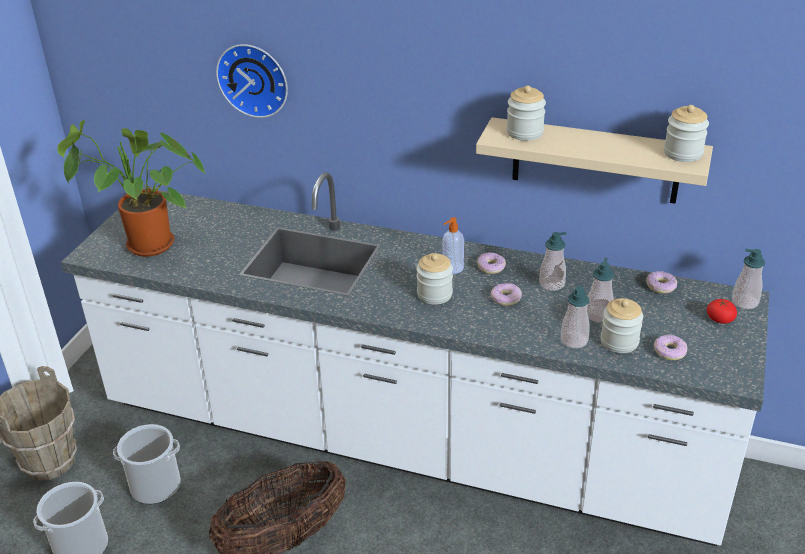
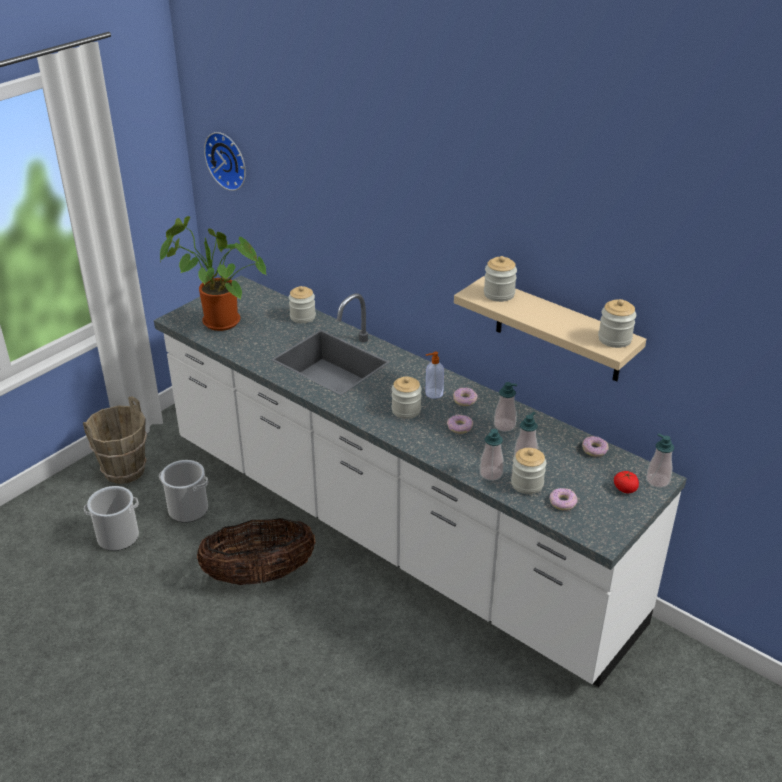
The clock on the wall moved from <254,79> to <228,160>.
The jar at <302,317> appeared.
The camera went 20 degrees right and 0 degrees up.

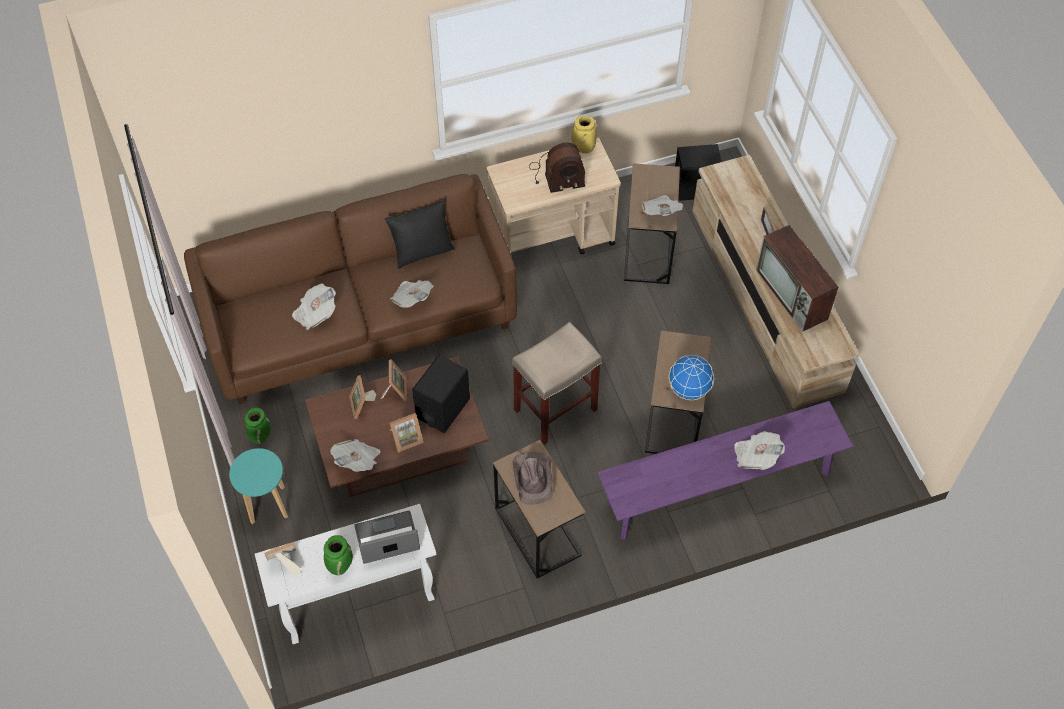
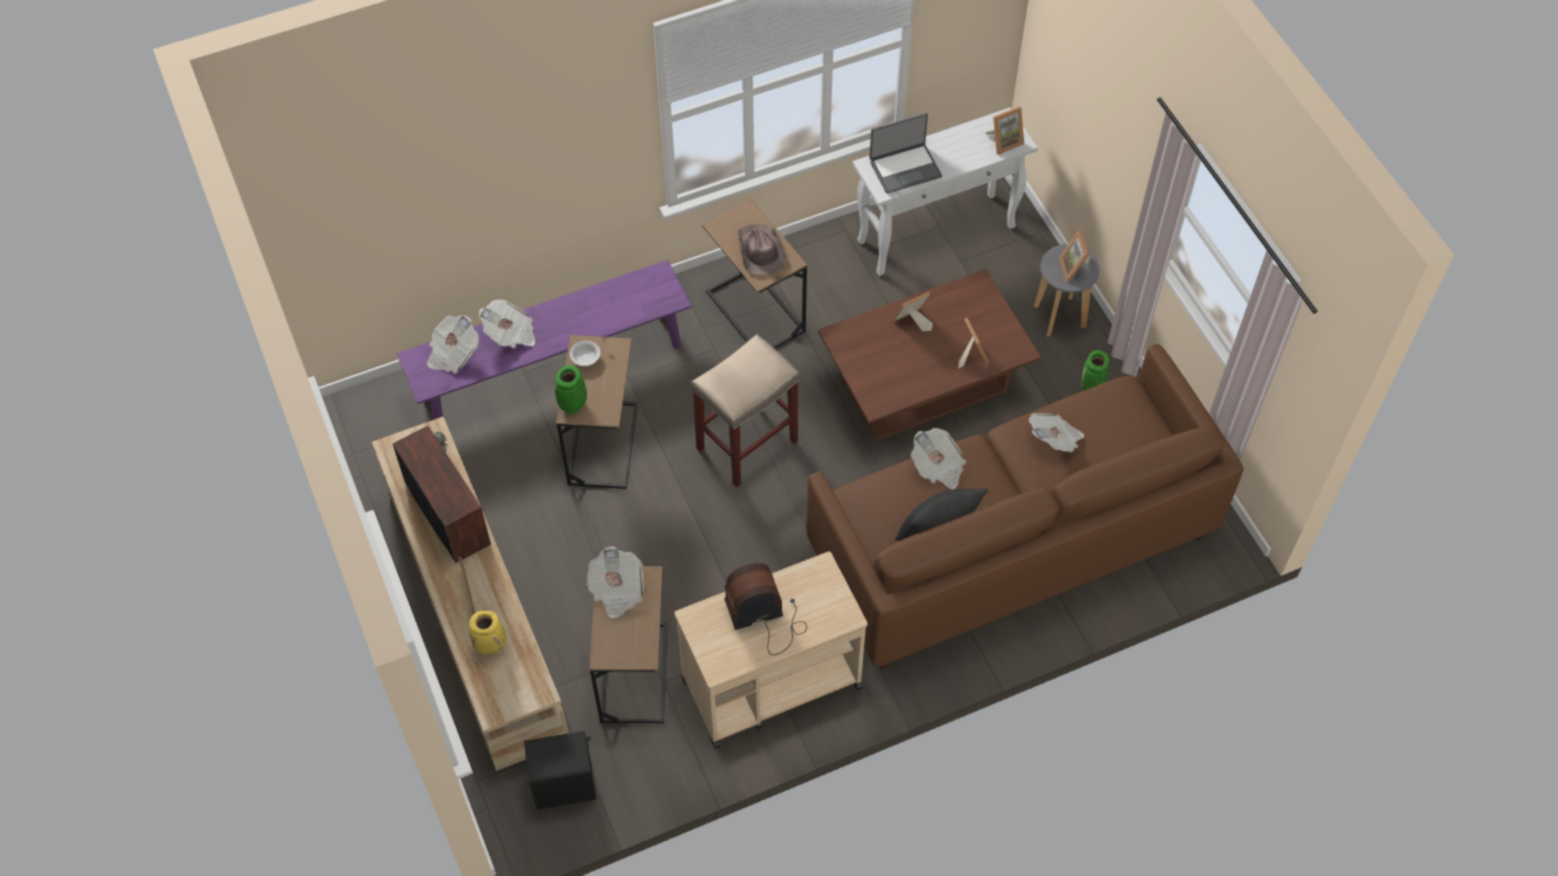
The yellow-coloured decorative vase moved from <583,149> to <492,646>.
The blackish speaker at <443,408> disappeared.
The globe at <689,389> was replaced by the white-coloured serving bowl at <585,357>.
The standing frame moved from <395,389> to <1075,268>.
The printed paper moved from <358,461> to <453,353>.
The turquoise-coloured stool seat at <267,505> became the grey stool seat at <1059,317>.
The green decorative vase moved from <340,565> to <573,406>.
The camera went 175 degrees right and 0 degrees up.

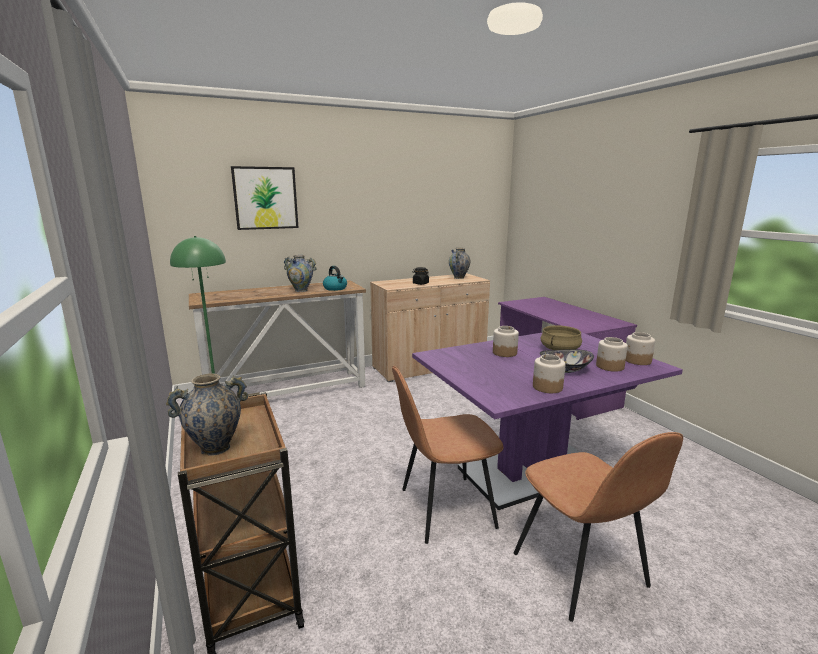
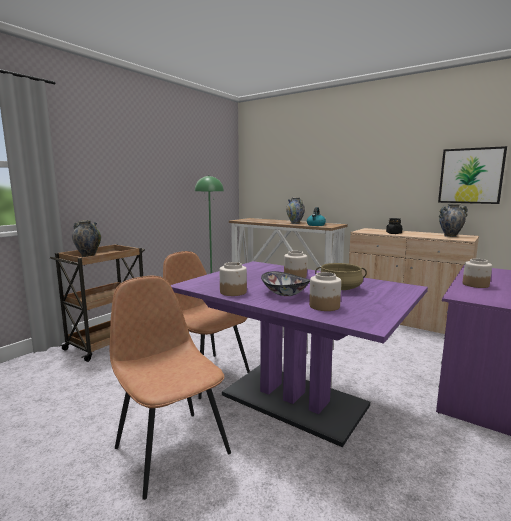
The wall art moved from <265,198> to <471,176>.
The jar moved from <637,360> to <475,284>.
The brown upright chair at <581,572> turned 105 degrees clockwise.
The camera went 60 degrees right and 5 degrees down.

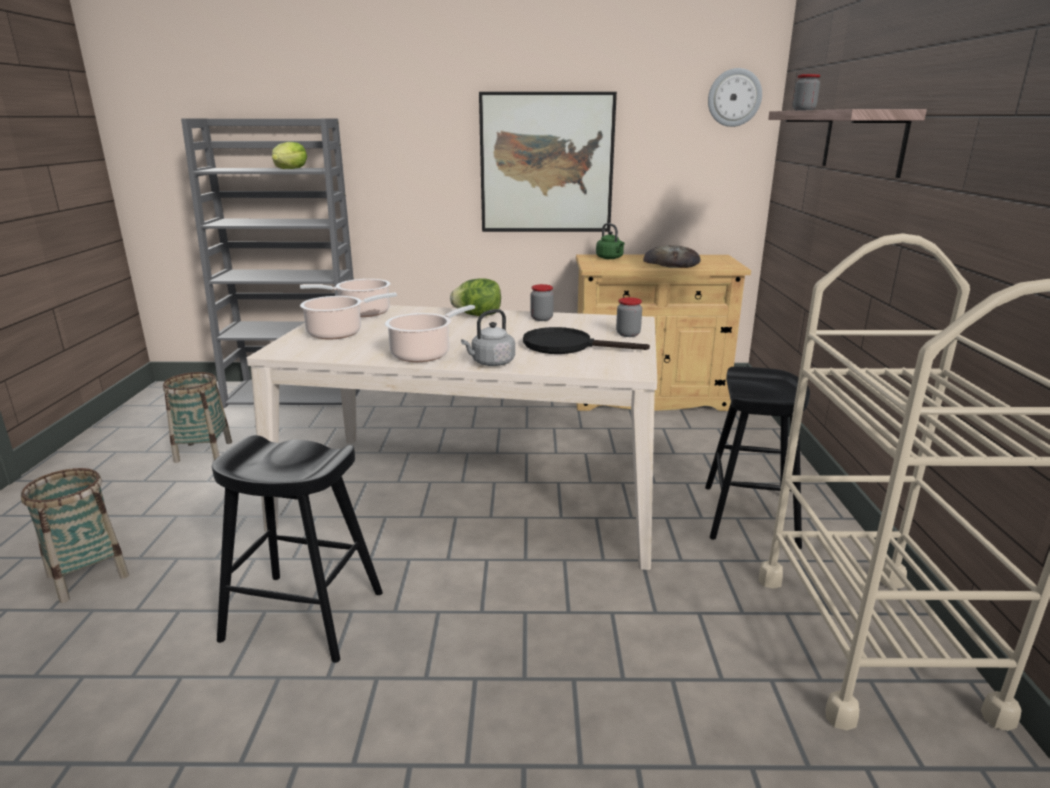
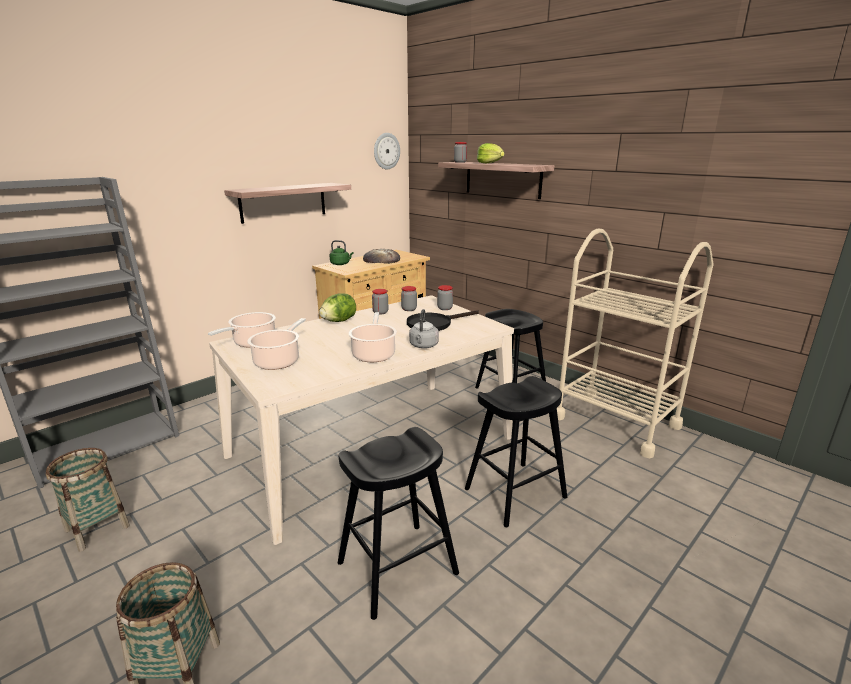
The wall art at <546,163> was replaced by the wall shelf at <283,202>.
The head of lettuce moved from <290,169> to <490,163>.
The jar at <409,309> appeared.
The blackish stool seat at <515,493> appeared.
The camera went 45 degrees left and 0 degrees up.

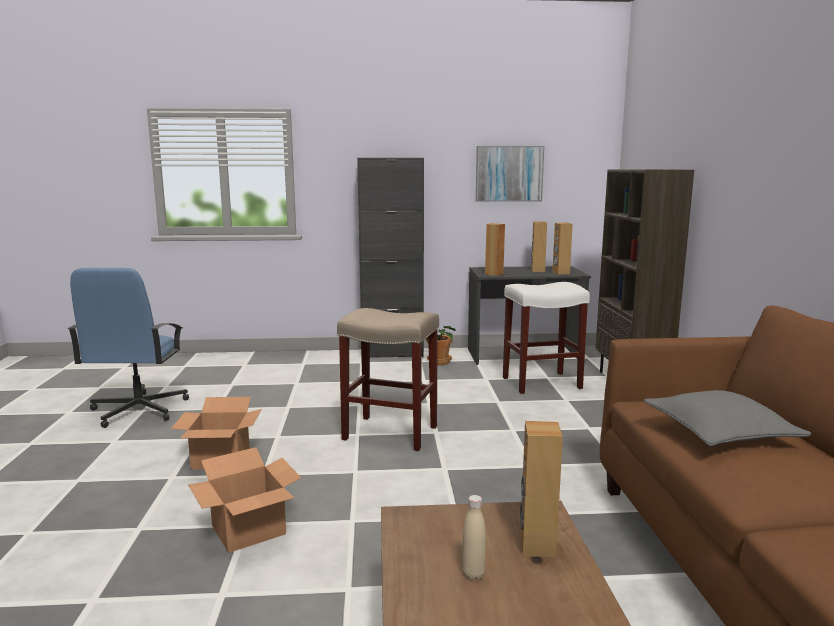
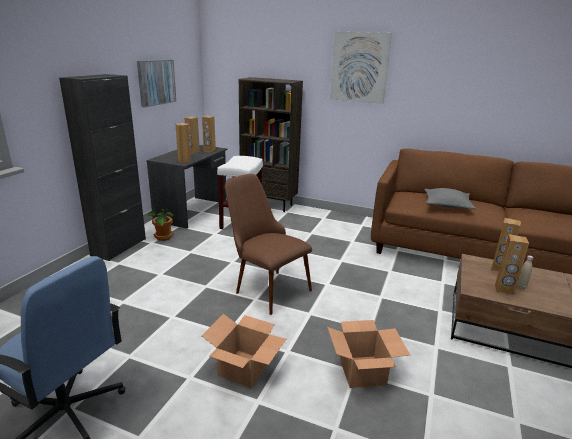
The sand-coloured stool seat at <391,433> was replaced by the brown upright chair at <265,286>.
The wall art at <359,67> appeared.
The brown speaker at <504,289> appeared.
The camera went 65 degrees left and 10 degrees up.

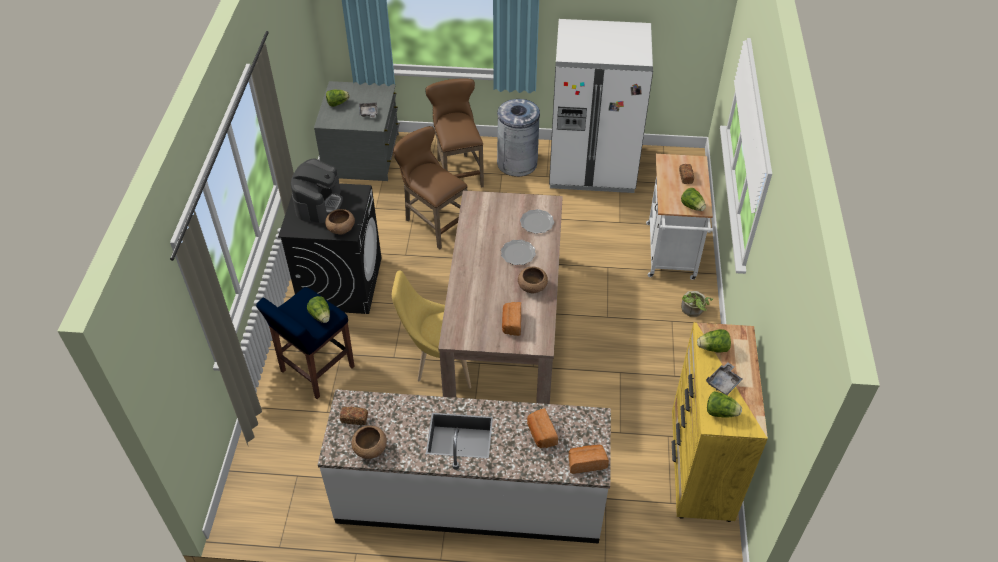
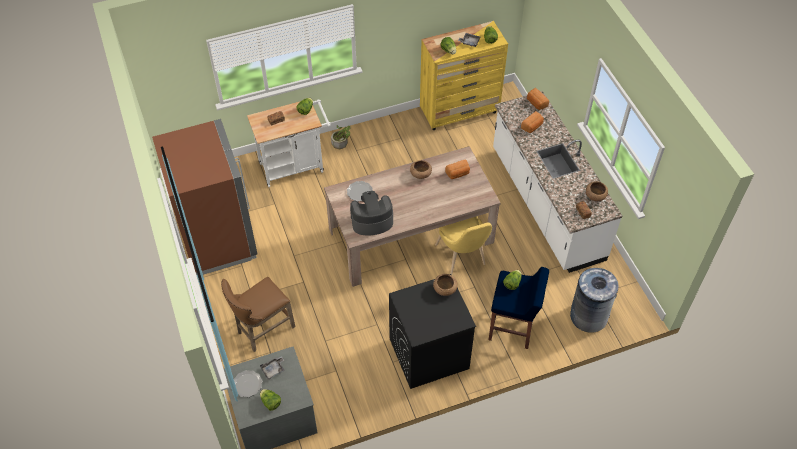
The white-coloured refrigerator at <592,168> became the brown refrigerator at <218,239>.
The grey trash can moved from <517,163> to <588,316>.
The brown stool seat at <433,223> disappeared.
The coffee maker moved from <318,203> to <371,221>.
The plate moved from <518,254> to <247,384>.
The camera went 115 degrees left and 5 degrees up.

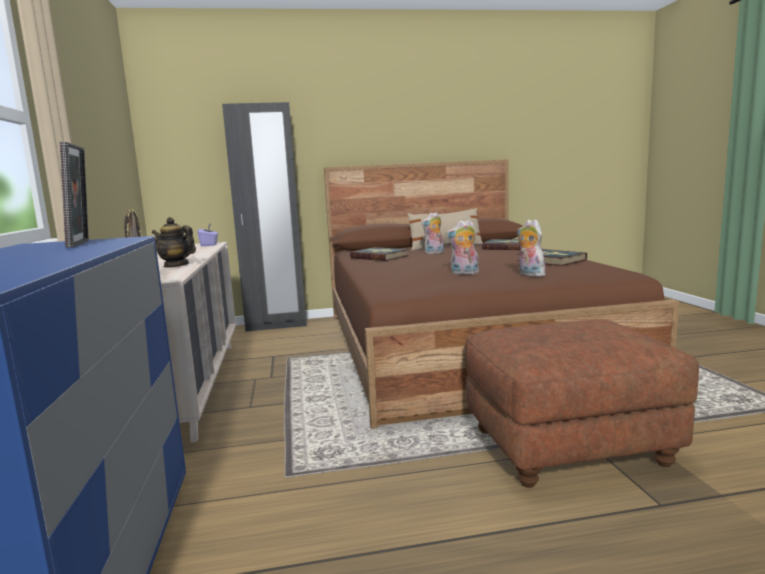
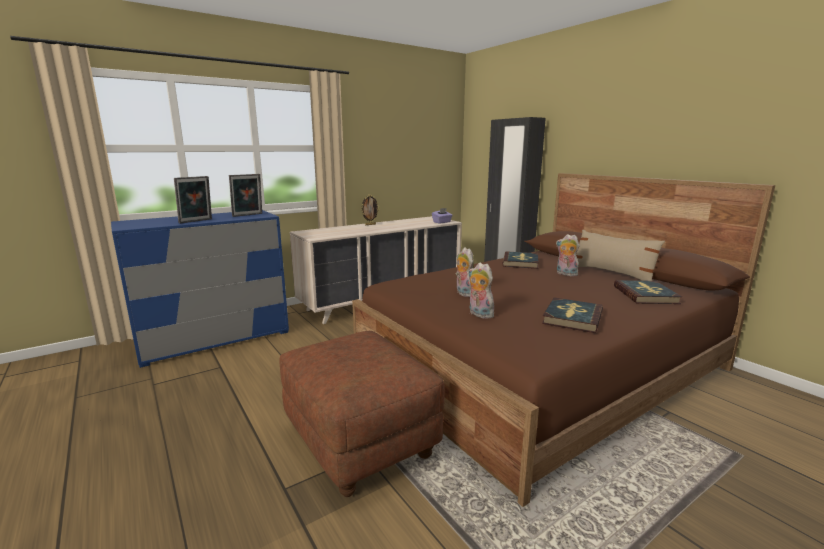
The teapot at <176,265> disappeared.
The cuddly toy at <529,275> turned 75 degrees counterclockwise.
The standing frame at <196,221> appeared.
The camera went 65 degrees right and 5 degrees up.

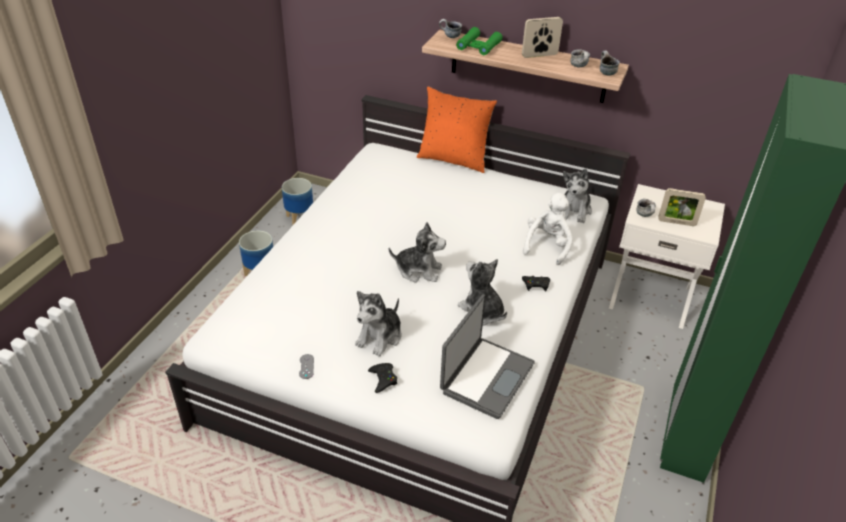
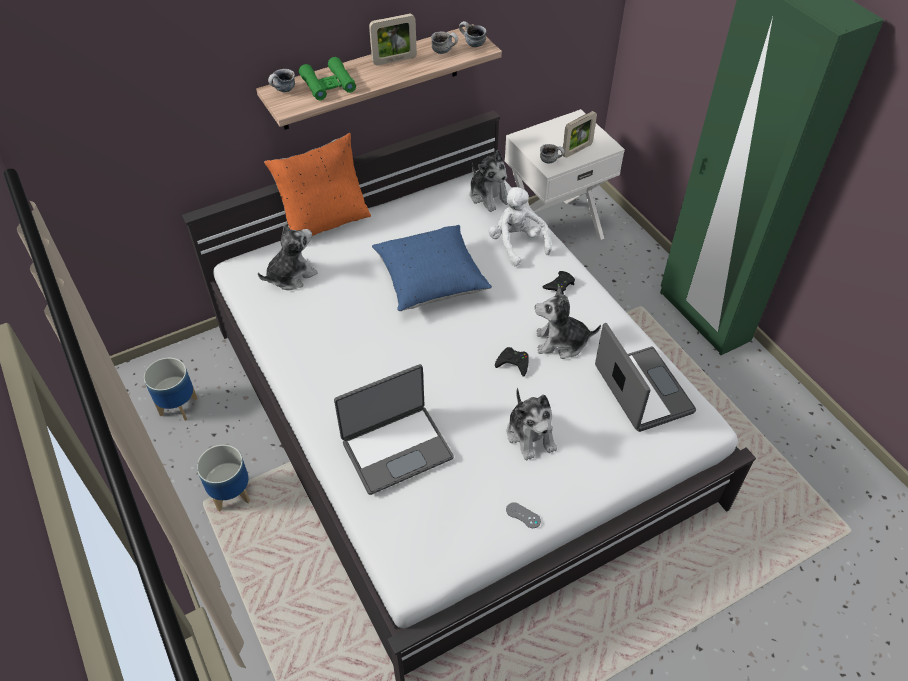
The standing frame at <539,55> turned 135 degrees counterclockwise.
The cuddly toy moved from <418,270> to <291,276>.
The blackish gamepad moved from <383,379> to <513,363>.
The blue-coloured cushion at <430,281> appeared.
The notebook computer at <396,448> appeared.
The camera went 50 degrees left and 10 degrees up.

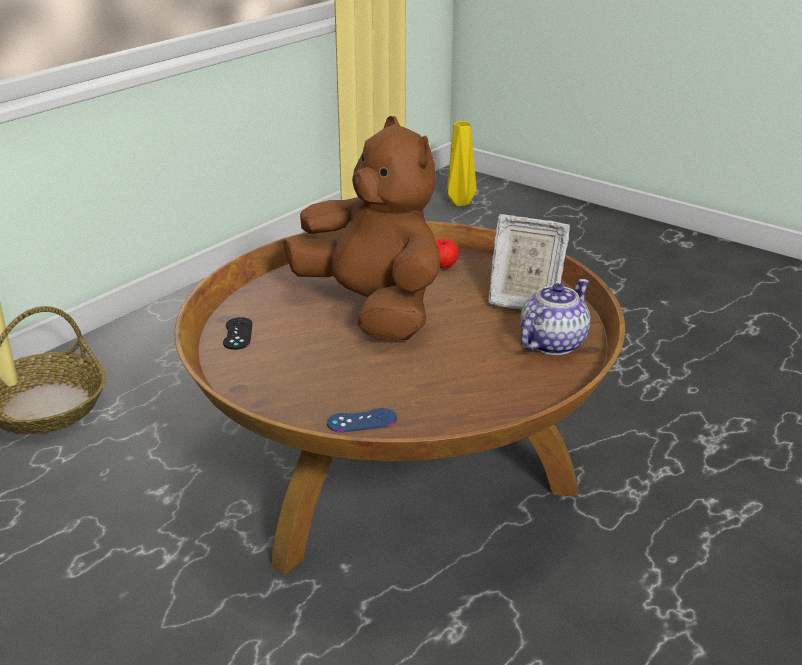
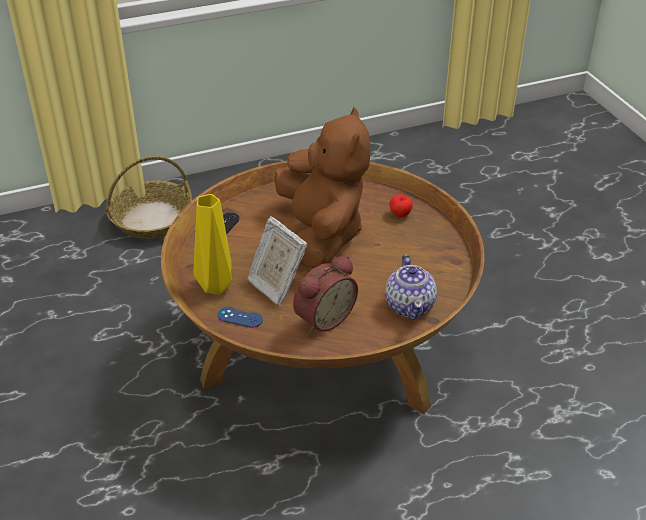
The yellow-coloured decorative vase moved from <459,203> to <214,287>.
The standing frame moved from <523,301> to <276,286>.
The teapot at <551,343> turned 105 degrees clockwise.
The alarm clock at <322,318> appeared.
The camera went 30 degrees right and 10 degrees up.

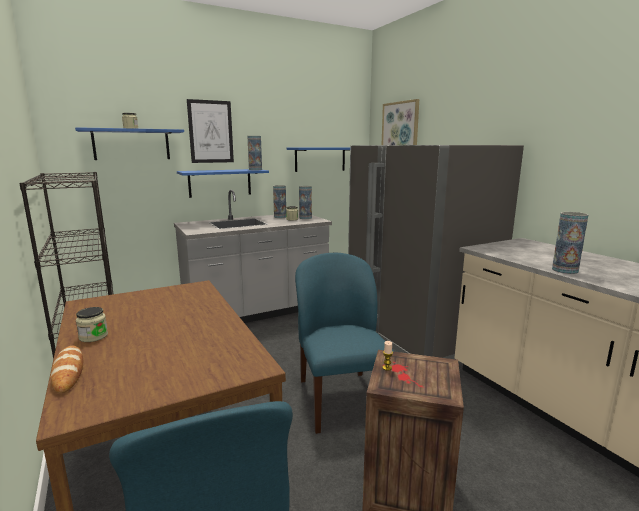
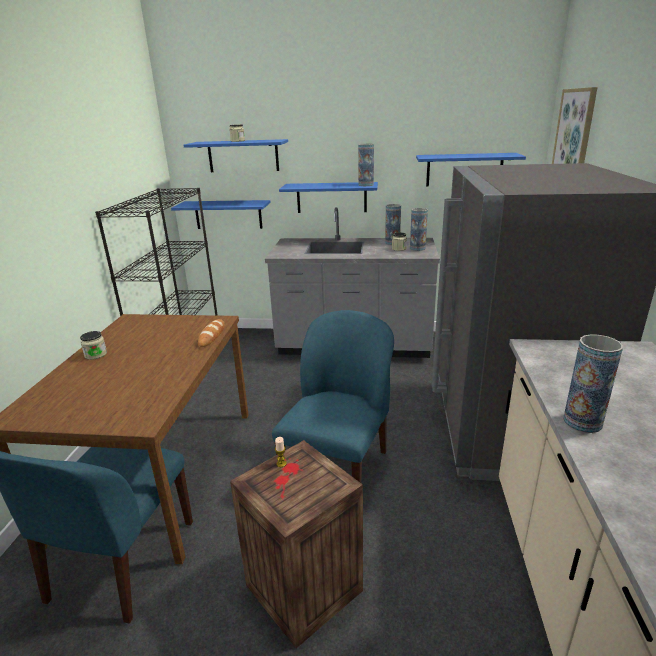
The wall art at <211,132> disappeared.
The bread moved from <68,372> to <212,335>.
The blue-coloured wall shelf at <228,214> appeared.
The camera went 35 degrees right and 10 degrees up.

